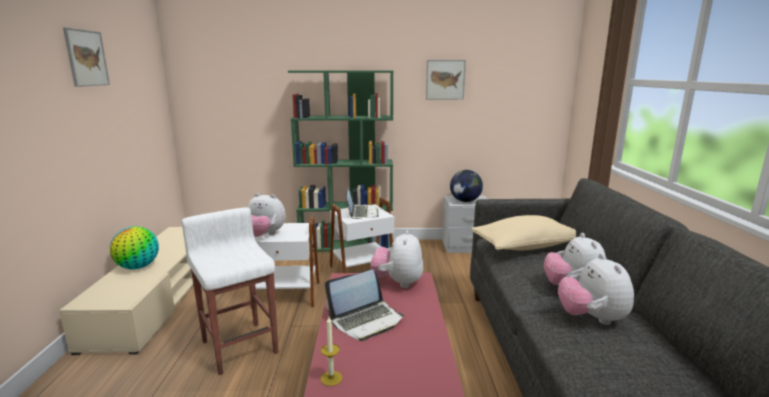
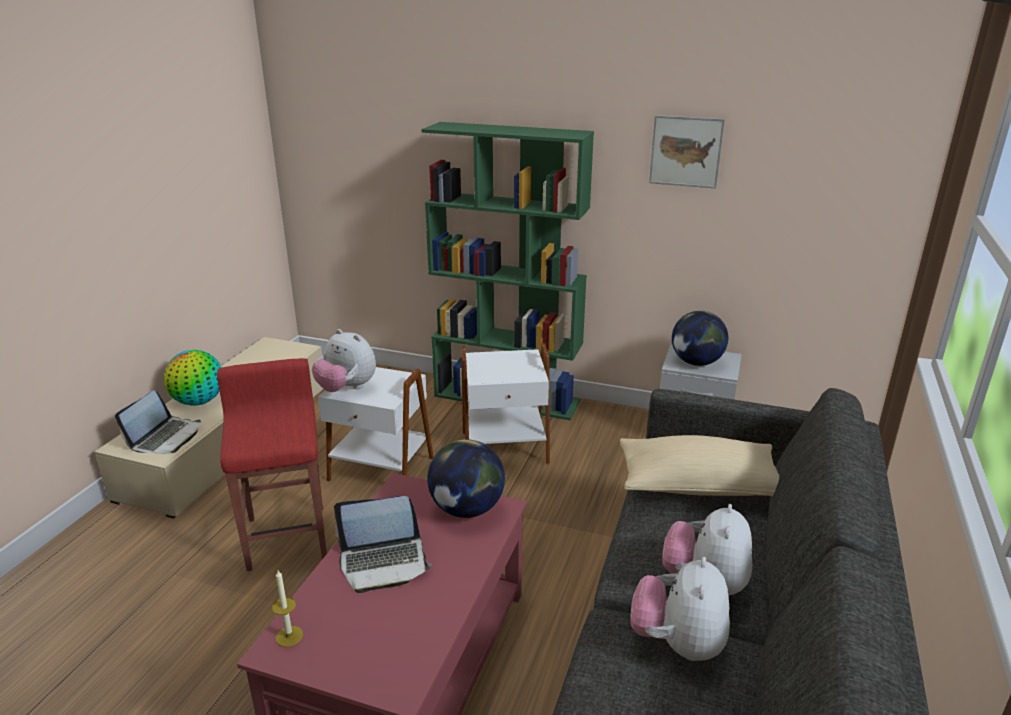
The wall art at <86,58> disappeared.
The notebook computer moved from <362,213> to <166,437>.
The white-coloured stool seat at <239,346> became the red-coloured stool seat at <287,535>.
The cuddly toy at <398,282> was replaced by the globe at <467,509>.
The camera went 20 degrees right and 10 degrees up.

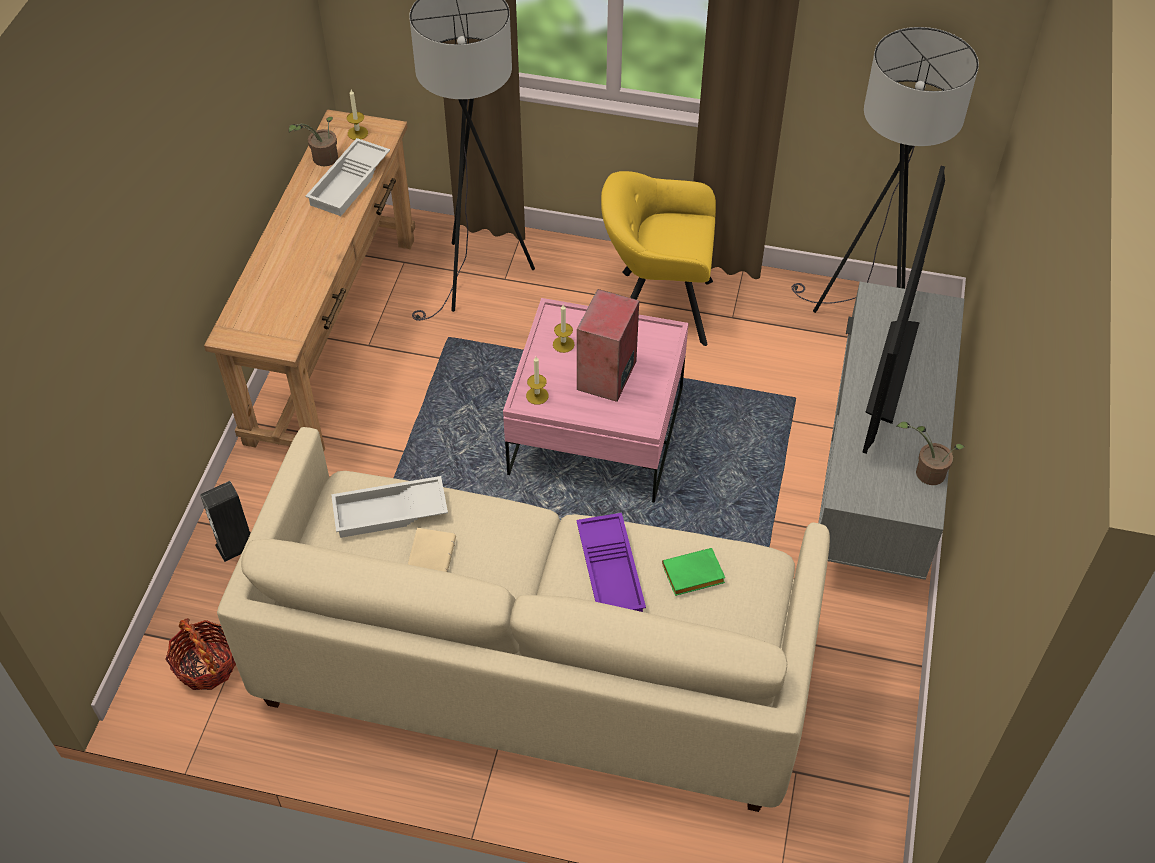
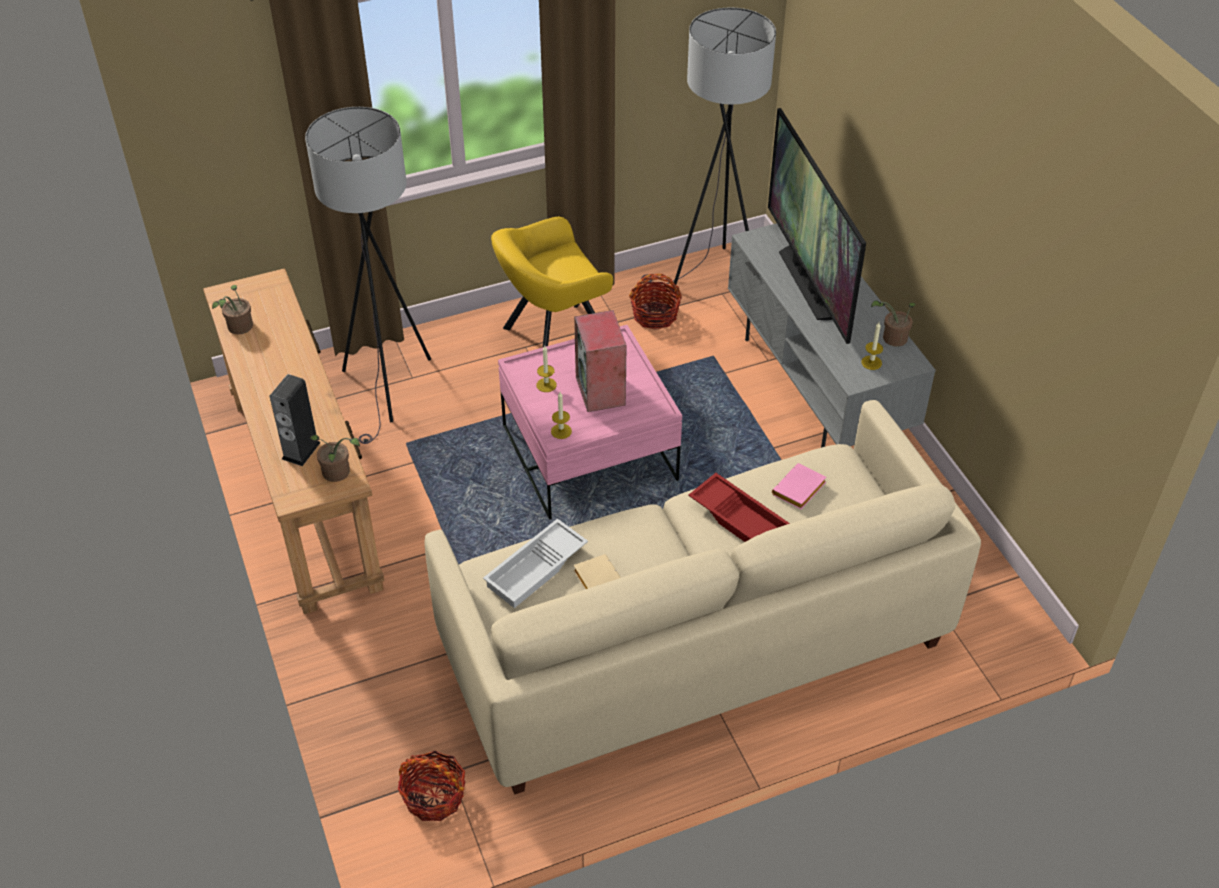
The candle moved from <357,133> to <871,362>.
The white-coloured serving tray at <350,183> disappeared.
The speaker moved from <236,545> to <301,450>.
The purplish serving tray at <612,572> became the red-coloured serving tray at <741,518>.
The green volume at <692,576> became the pink volume at <799,491>.
The household basket at <655,315> appeared.
The potted plant at <338,474> appeared.
The camera went 35 degrees left and 5 degrees down.

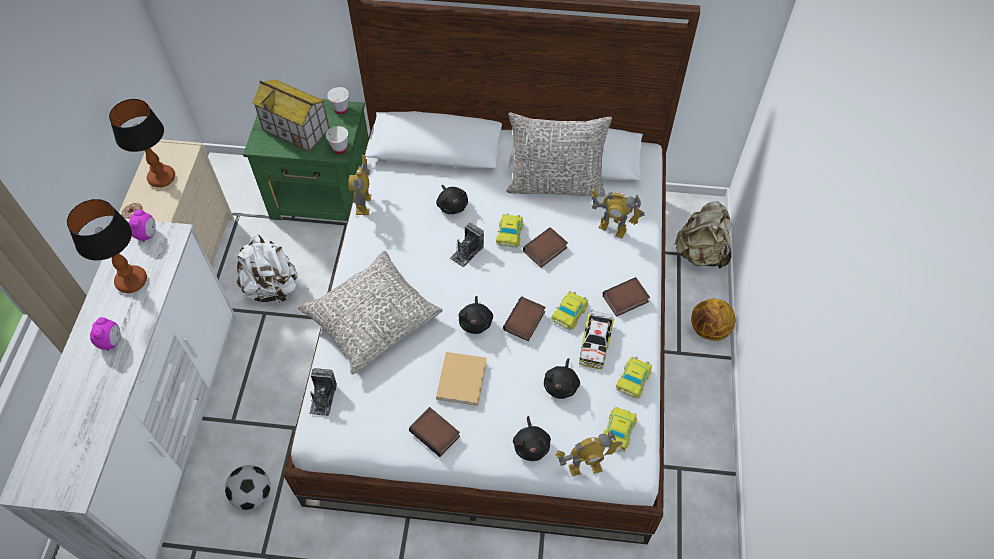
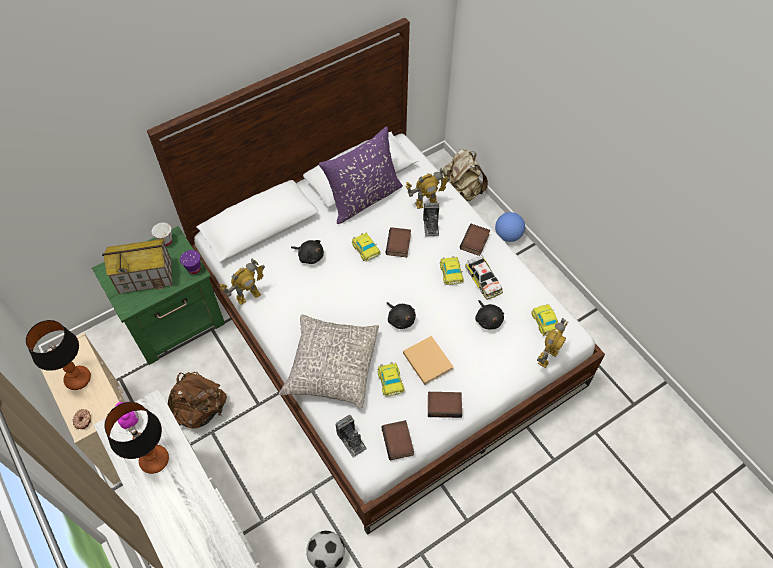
The grey cushion at <555,184> became the purplish cushion at <363,198>.
The white-coloured cup at <340,148> became the purplish cup at <194,269>.
The model robot at <364,204> turned 90 degrees counterclockwise.
The still camera moved from <467,252> to <431,226>.
The white-coloured backpack at <272,288> became the brown backpack at <200,410>.
The volume moved from <525,322> to <399,442>.
The basketball ball at <709,330> was replaced by the football ball at <508,236>.
The alarm clock at <111,341> disappeared.
The miniature car moved from <633,379> to <390,380>.
The blackish cuddly toy at <531,445> disappeared.
The camera went 40 degrees left and 0 degrees up.

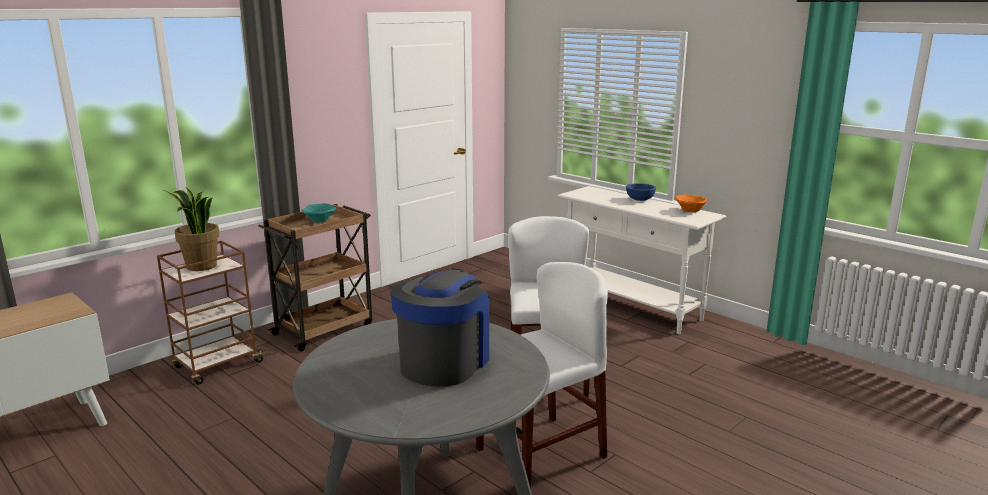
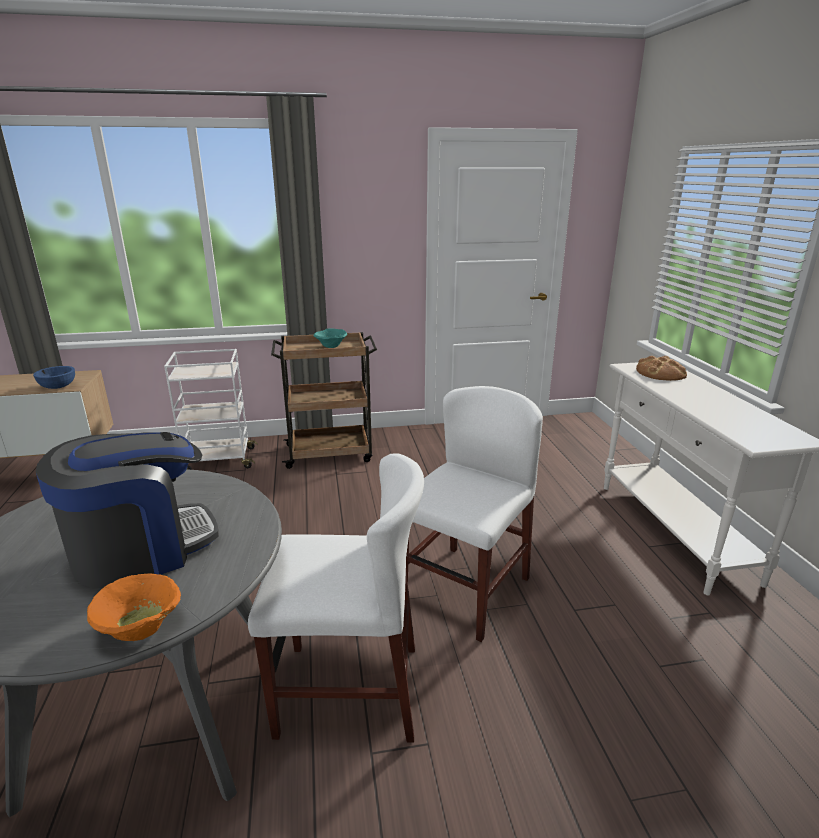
The blue-coloured serving bowl moved from <640,199> to <58,387>.
The potted plant at <201,266> disappeared.
The orange serving bowl moved from <689,211> to <141,625>.
The brown cart at <217,365> became the white-coloured cart at <218,460>.
The bread at <660,373> appeared.
The camera went 35 degrees right and 5 degrees up.

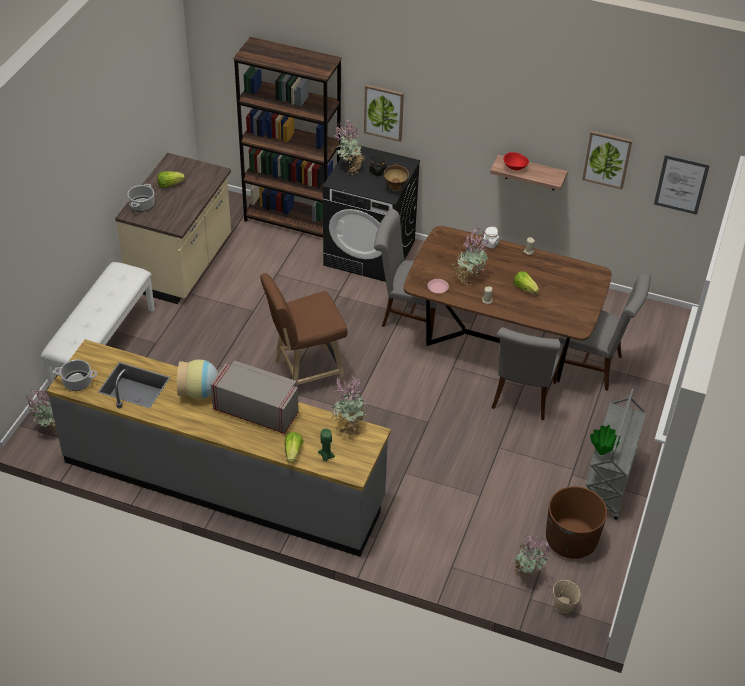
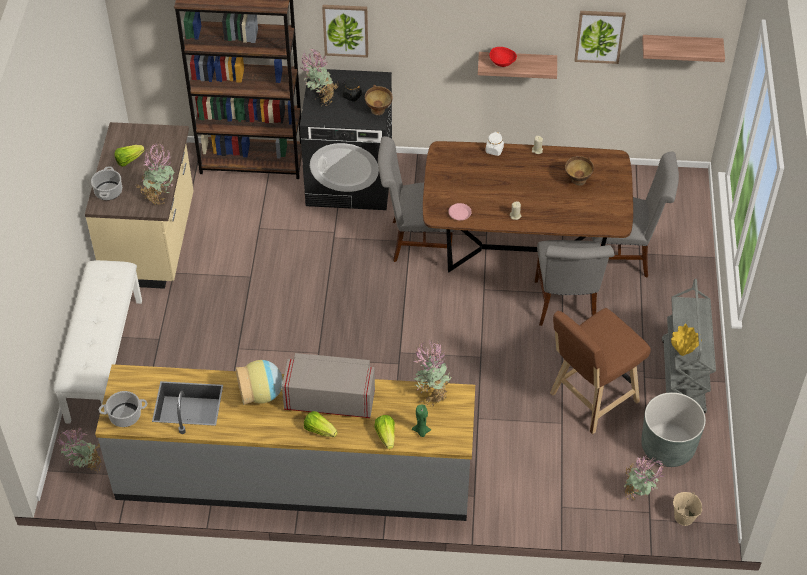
The wall art at <681,184> was replaced by the wall shelf at <680,47>.
The potted plant moved from <468,278> to <159,196>.
The head of lettuce moved from <525,288> to <319,430>.
The brown stool seat moved from <305,373> to <590,400>.
The green decorative vase at <601,453> became the yellow-coloured decorative vase at <682,353>.
The brown plant pot at <571,540> became the grey plant pot at <667,447>.
The brown serving bowl at <577,182> appeared.
The camera went 15 degrees left and 5 degrees up.

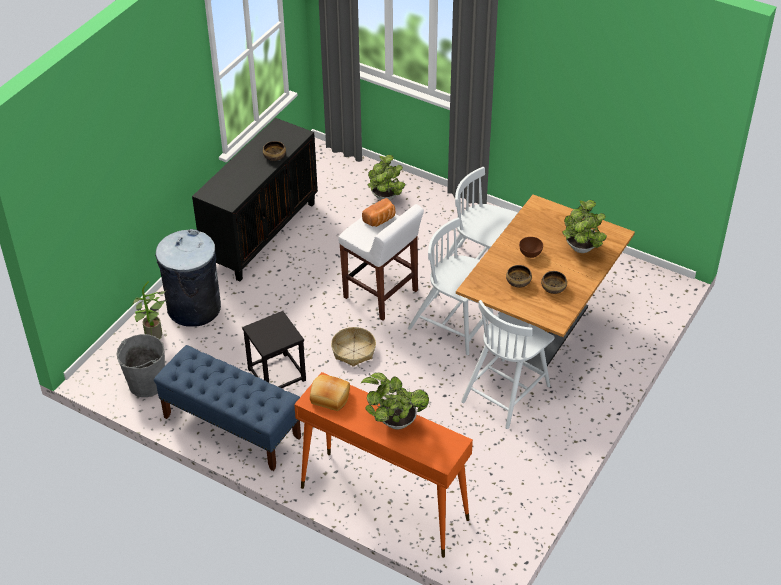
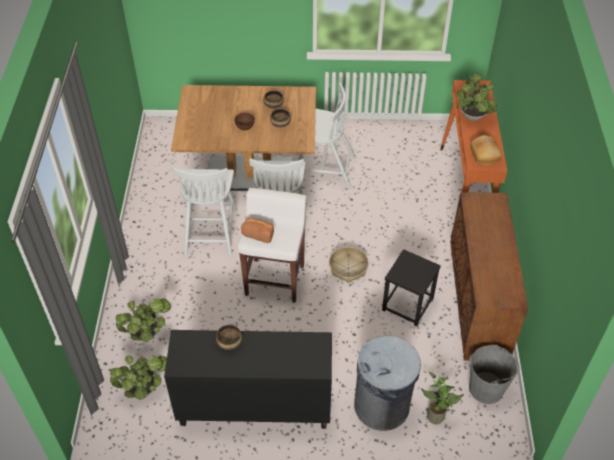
The potted plant moved from <581,249> to <144,389>.
The blue-coloured bench at <231,427> was replaced by the brown cabinet at <478,305>.
The camera went 120 degrees left and 5 degrees up.

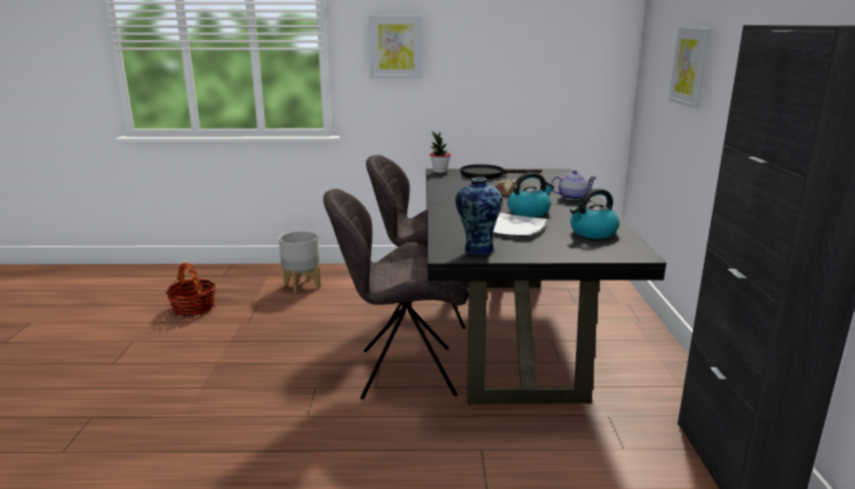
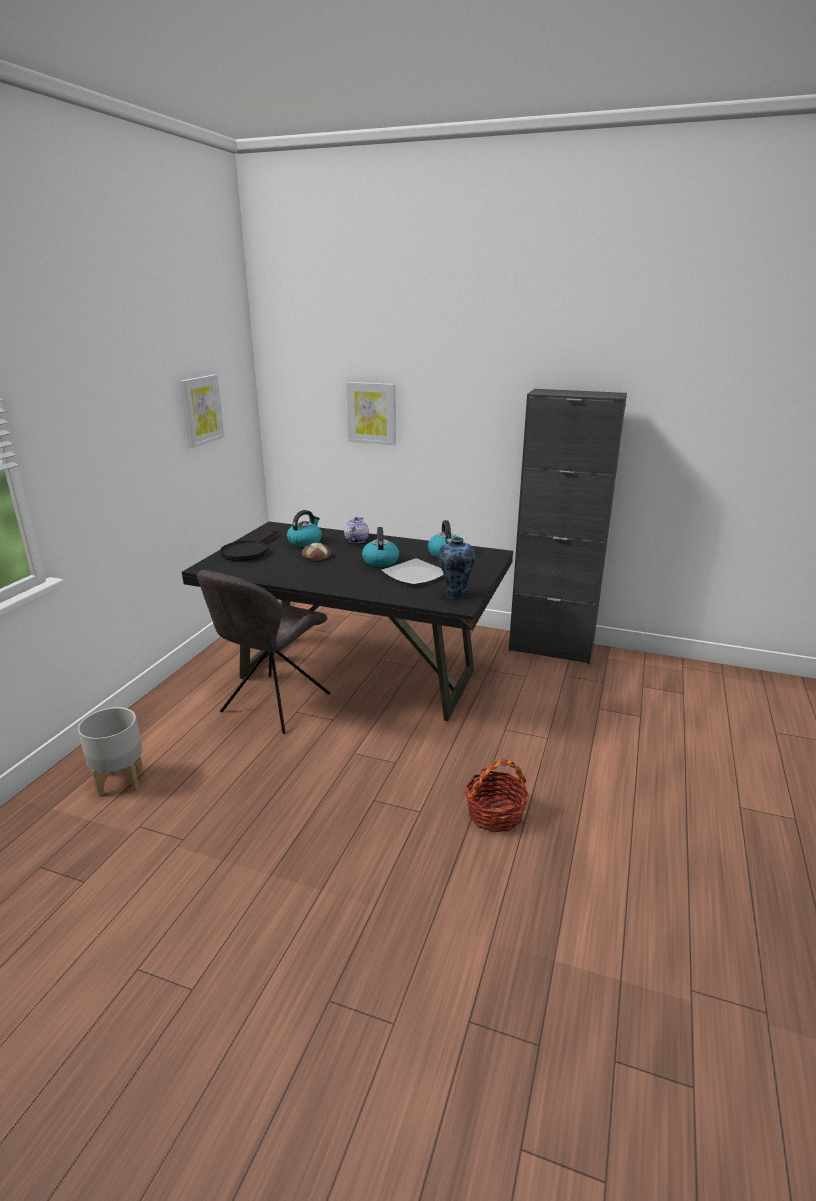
The wall art moved from <396,46> to <201,410>.
The potted plant at <440,171> disappeared.
The grey upright chair at <402,372> disappeared.
The household basket moved from <193,308> to <495,814>.
The tea kettle at <305,542> appeared.
The camera went 70 degrees left and 5 degrees up.

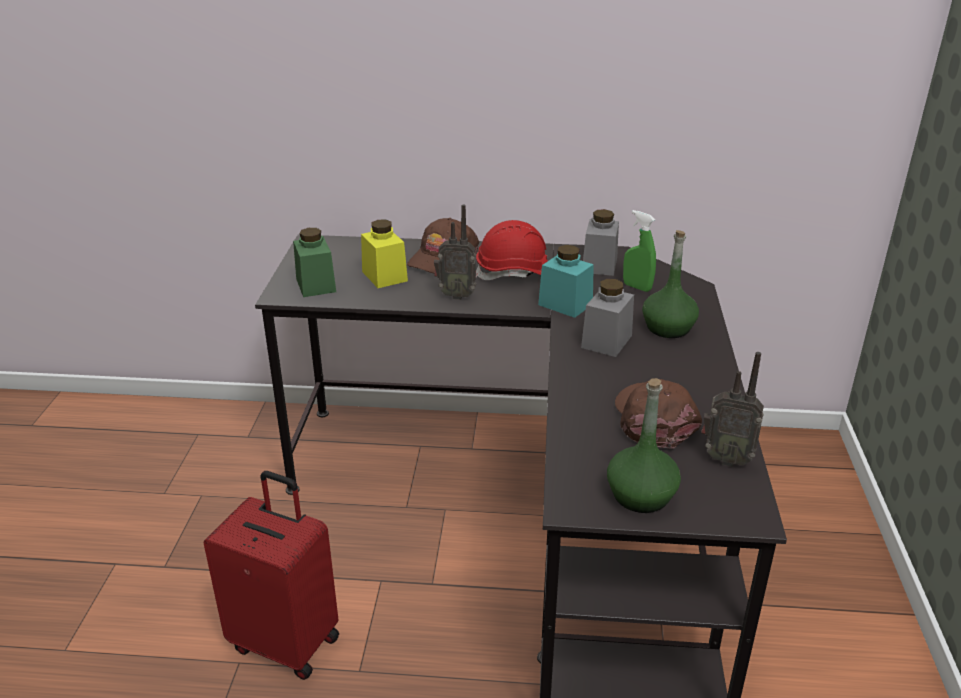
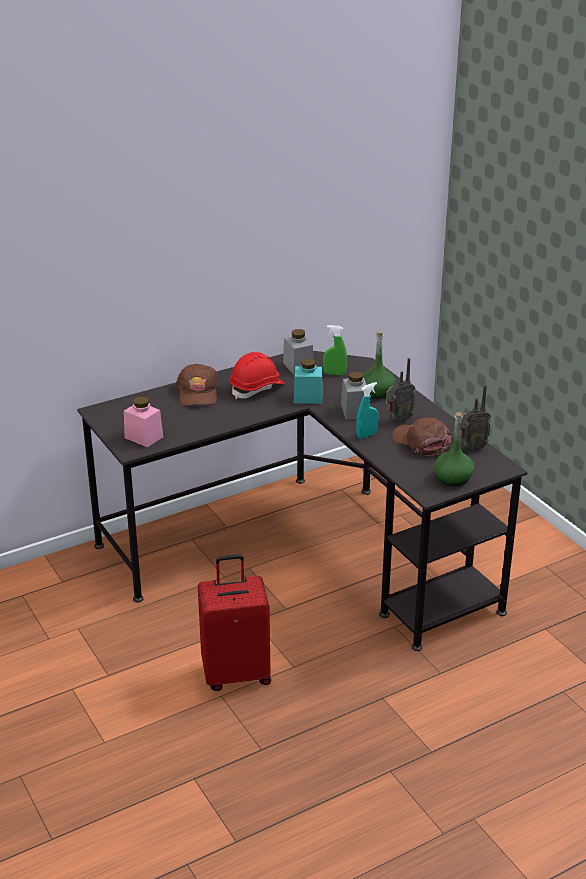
The radio receiver moved from <456,295> to <398,420>.
The yellow-coloured jar at <384,276> disappeared.
The green jar at <316,285> became the pink jar at <143,437>.
The turquoise-coloured hand sprayer at <366,435> appeared.
The camera went 35 degrees left and 0 degrees up.

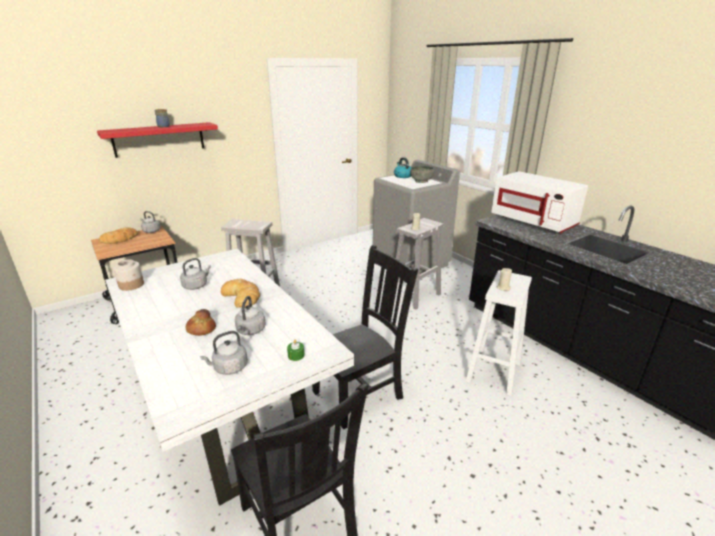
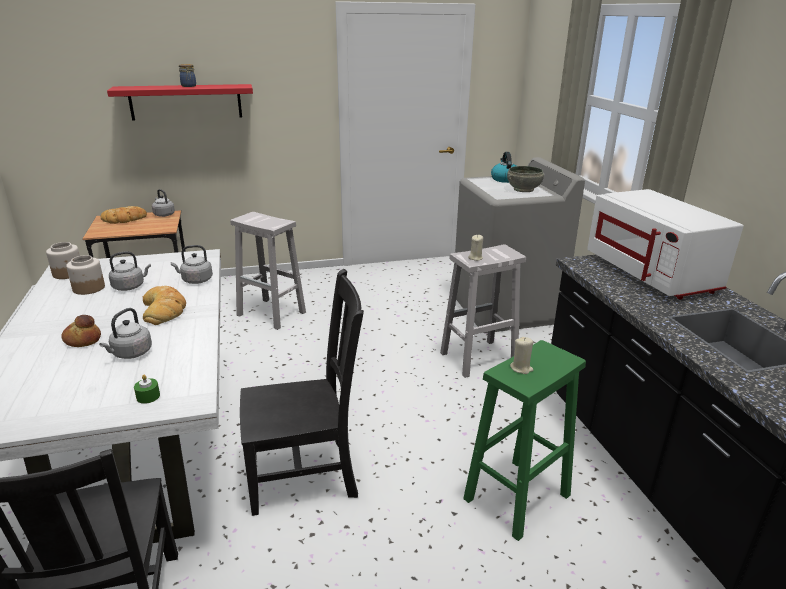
The white-coloured stool seat at <493,373> became the green stool seat at <516,498>.
The grey tea kettle moved from <229,368> to <195,280>.
The jar at <88,288> appeared.
The camera went 20 degrees right and 0 degrees up.

